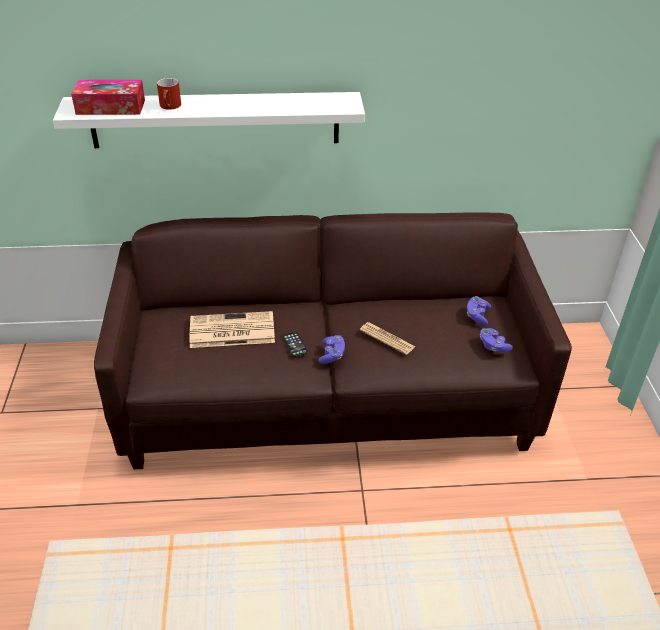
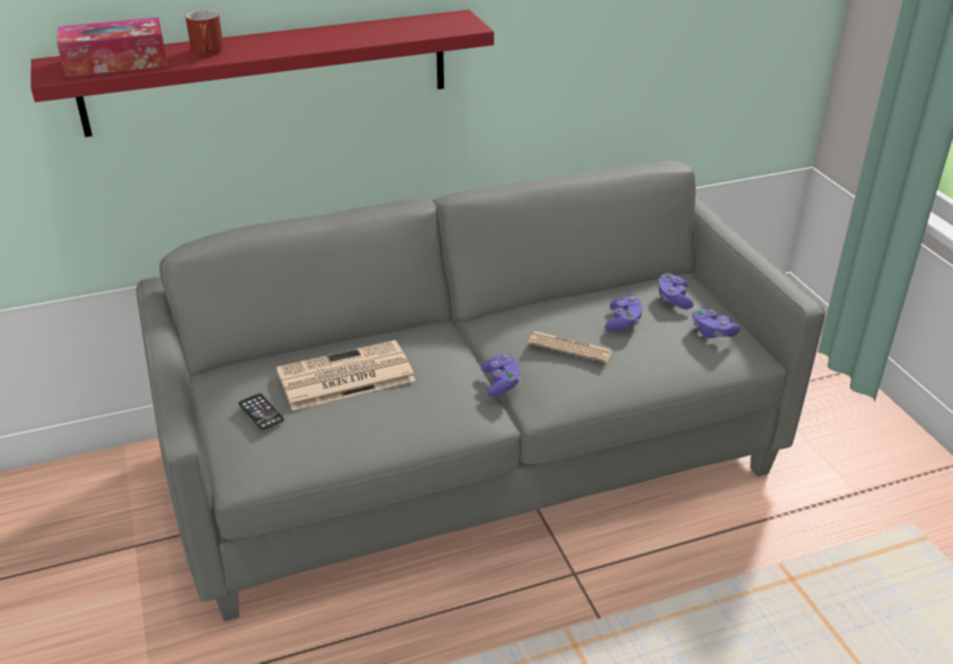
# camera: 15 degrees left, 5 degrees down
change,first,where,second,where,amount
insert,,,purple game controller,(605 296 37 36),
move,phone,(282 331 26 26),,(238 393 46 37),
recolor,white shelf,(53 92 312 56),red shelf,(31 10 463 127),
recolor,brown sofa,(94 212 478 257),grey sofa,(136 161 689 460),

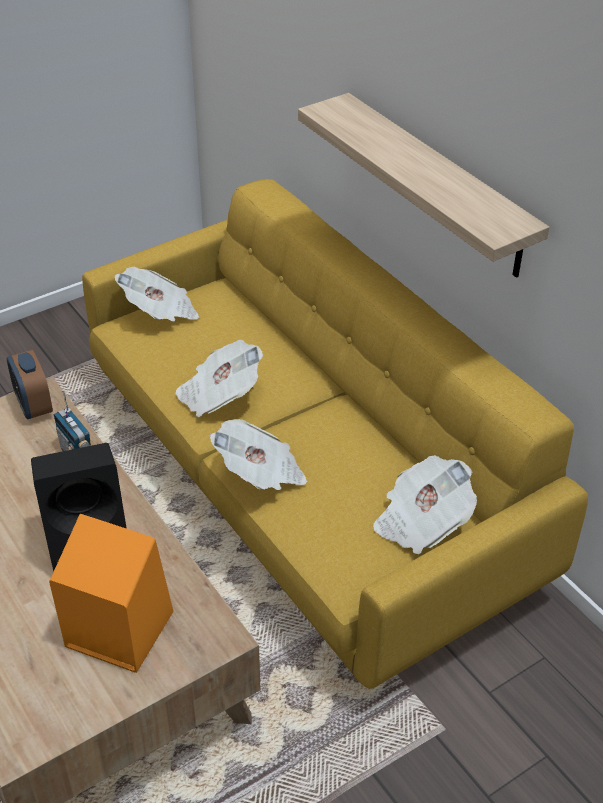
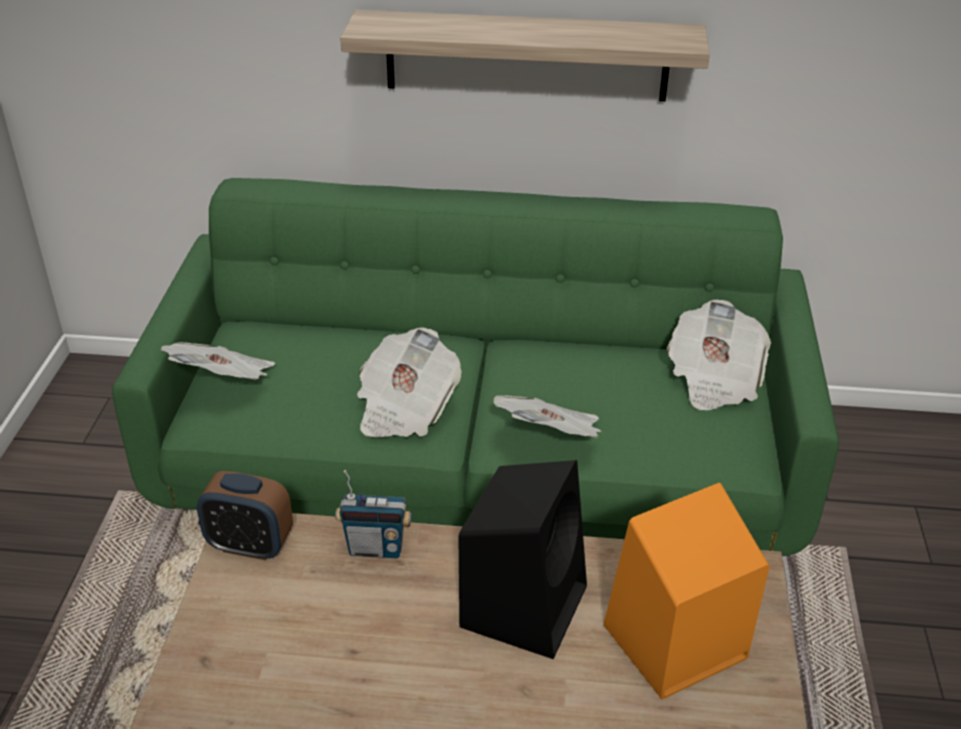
# camera: 50 degrees left, 5 degrees down
change,first,where,second,where,amount
recolor,yellow sofa,(82 179 506 510),green sofa,(112 178 727 378),

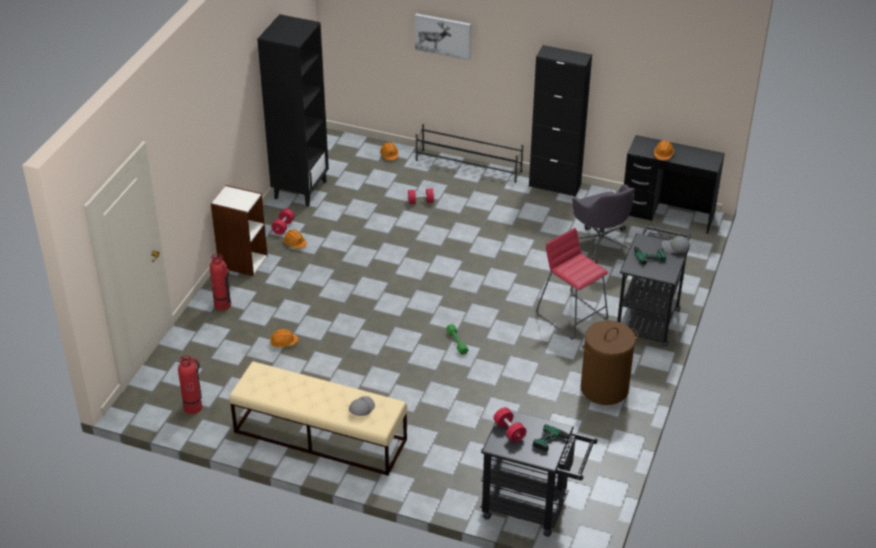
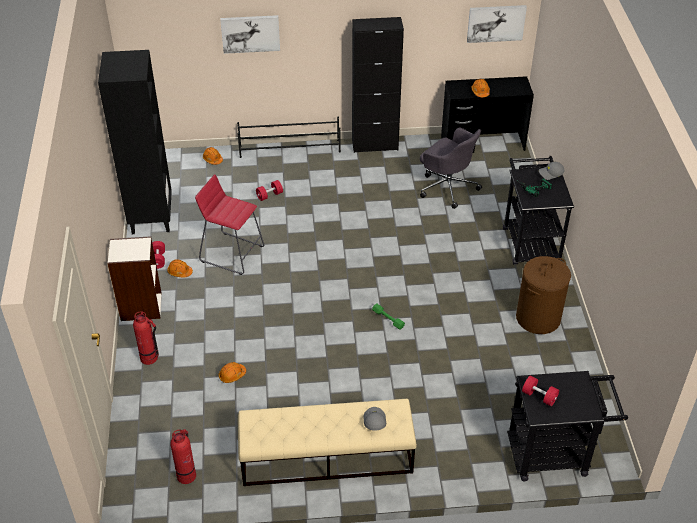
# camera: 25 degrees left, 5 degrees up
change,first,where,second,where,amount
delete,power drill,(533 424 43 27),,,
insert,,,picture,(467 5 60 38),
move,red stool,(536 228 72 112),,(195 174 69 101),

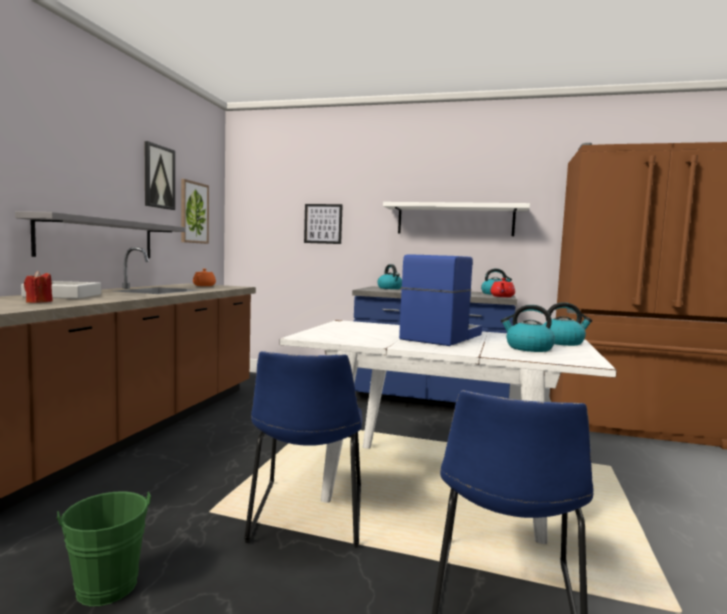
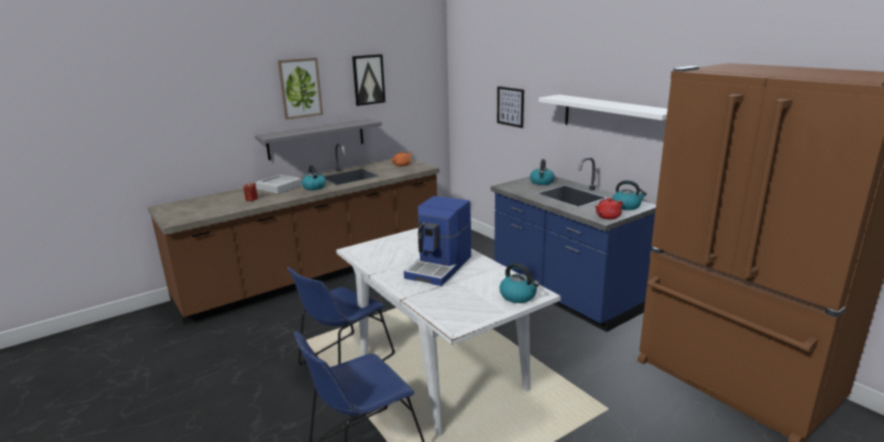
# camera: 40 degrees right, 15 degrees up
change,first,where,second,where,amount
delete,green bucket,(57 491 94 115),,,
move,picture,(181 179 28 65),,(277 58 46 62),
move,kettle,(501 305 54 47),,(302 165 24 25),
rotate,coffee machine,(399 254 83 92),,(404 196 67 90),135 degrees clockwise

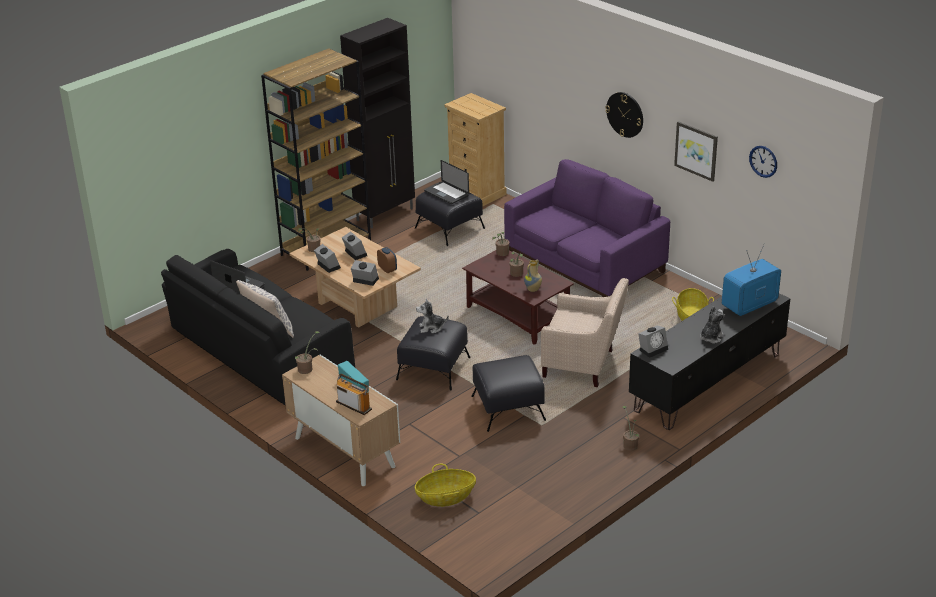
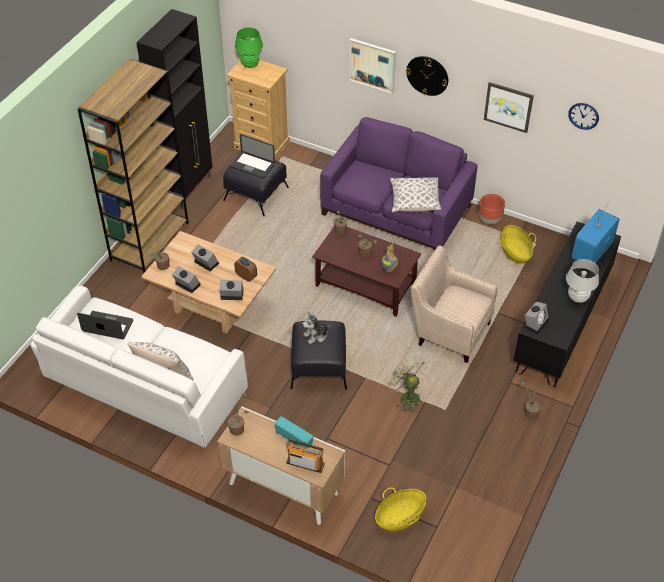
# camera: 20 degrees left, 15 degrees up
change,first,where,second,where,amount
insert,,,green table lamp,(235 27 28 41),
insert,,,picture,(349 38 47 56),
insert,,,pillow,(390 178 51 35),
insert,,,brown planter,(479 194 26 31),
replace,black ottoman,(471 355 75 77),green fan,(386 358 41 55),
replace,plush toy,(700 306 25 38),white table lamp,(566 259 33 44),
recolor,black sofa,(161 249 194 156),white sofa,(31 285 217 162),
rotate,beige armchair,(541 278 88 109),,(411 246 86 117),150 degrees counterclockwise

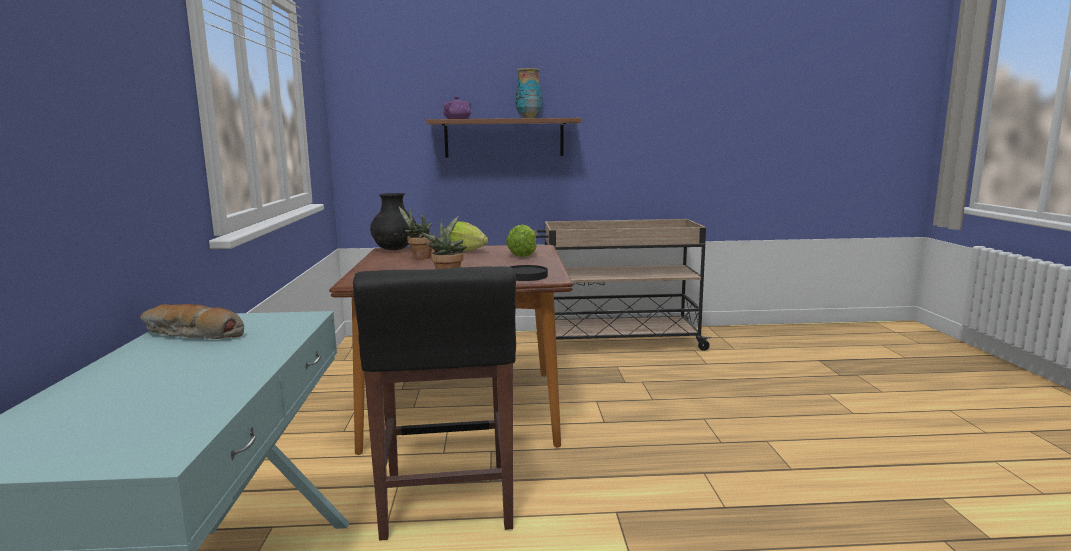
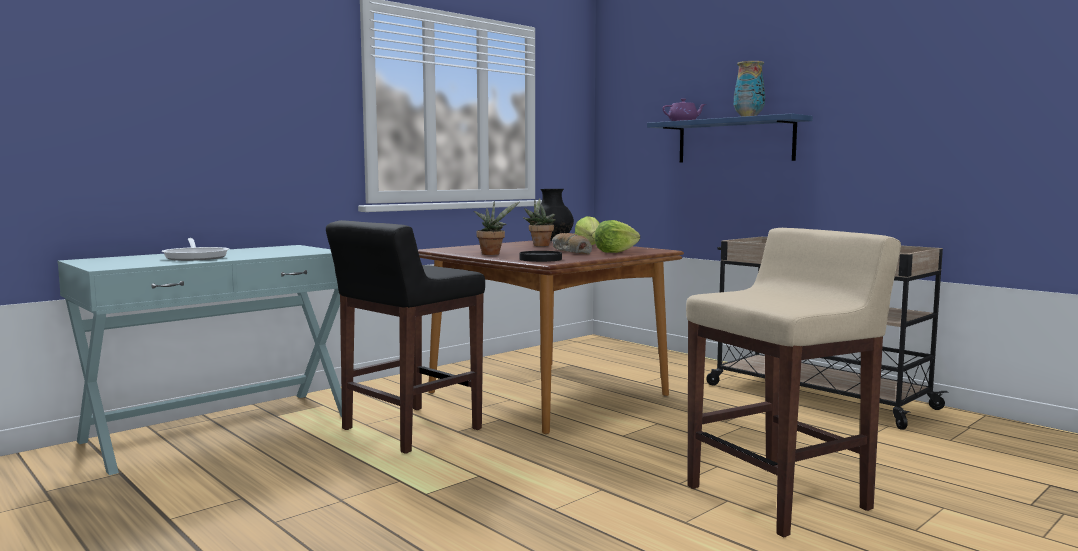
# camera: 50 degrees right, 5 degrees down
change,first,where,second,where,amount
insert,,,frying pan,(161 238 68 23),
insert,,,beige stool,(686 228 215 309),
move,bread,(140 304 104 35),,(552 233 40 21),
recolor,brown shelf,(426 118 155 39),blue shelf,(647 113 166 50),

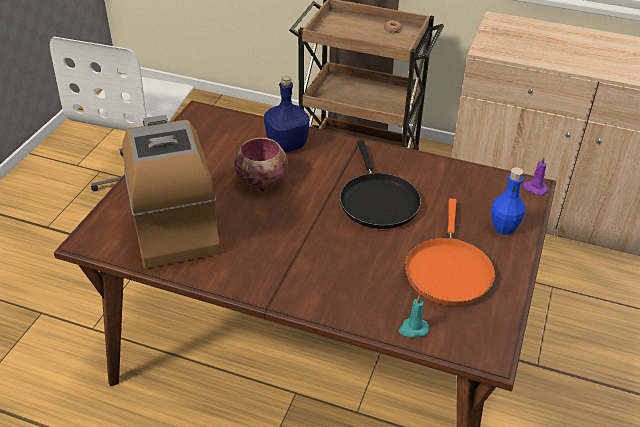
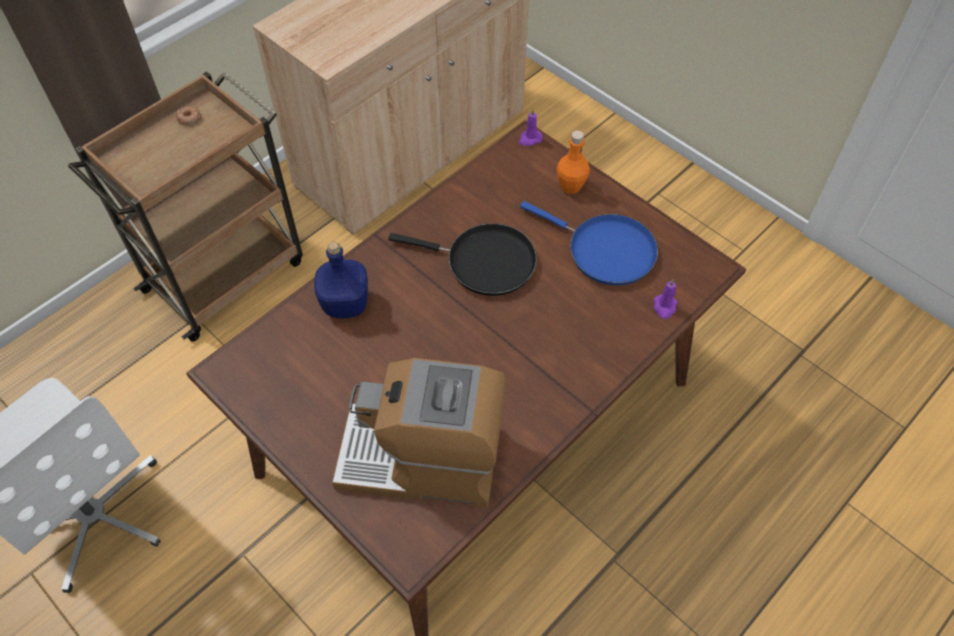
# camera: 65 degrees left, 15 degrees up
change,first,where,second,where,amount
delete,bowl,(234 138 54 53),,,
recolor,turquoise candle,(399 295 30 43),purple candle,(654 279 24 40),
recolor,orange frying pan,(405 198 90 107),blue frying pan,(520 201 138 84),
recolor,blue bottle,(491 168 34 67),orange bottle,(557 130 33 64),

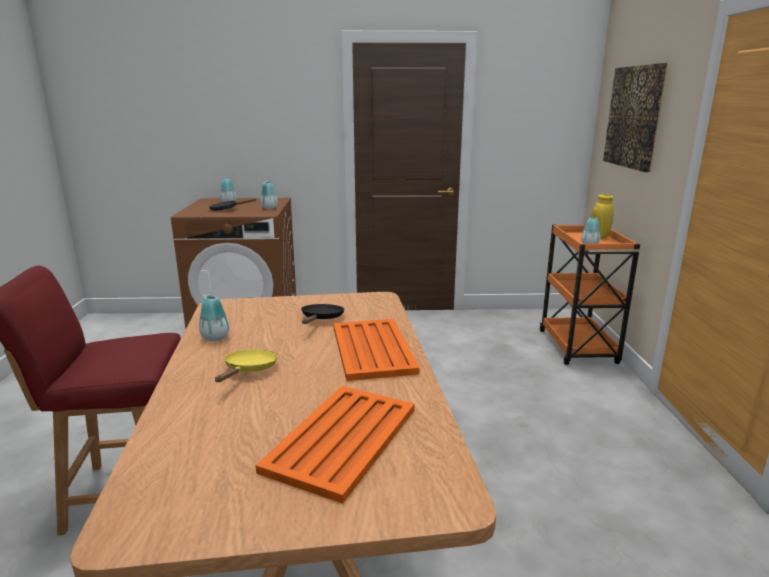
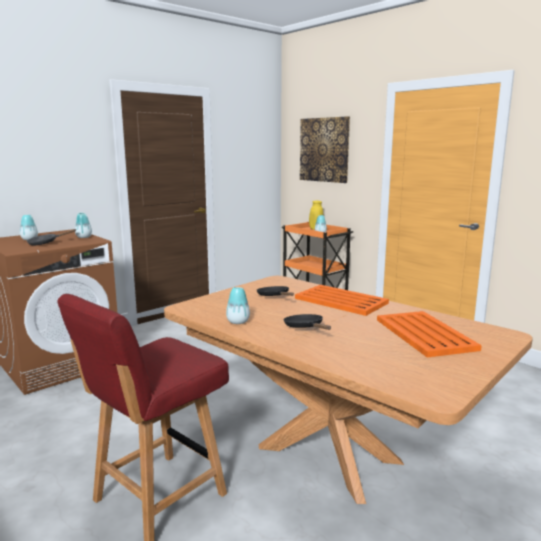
# camera: 40 degrees left, 5 degrees down
change,first,where,second,where,amount
recolor,yellow frying pan,(215 349 63 33),black frying pan,(284 314 47 16),

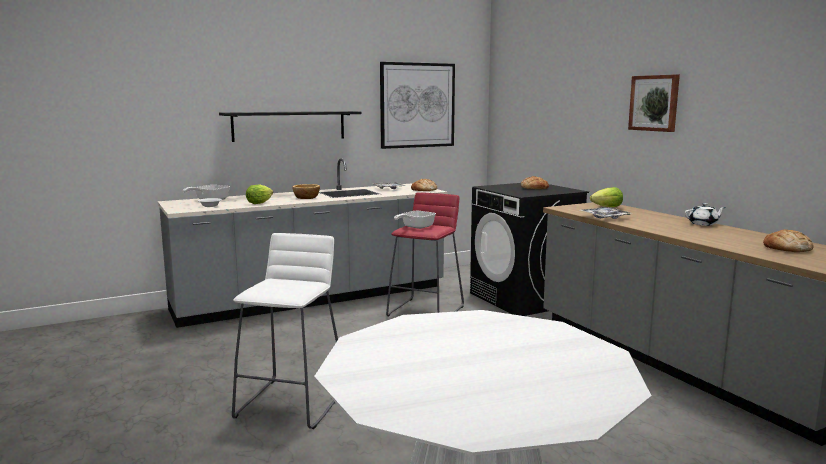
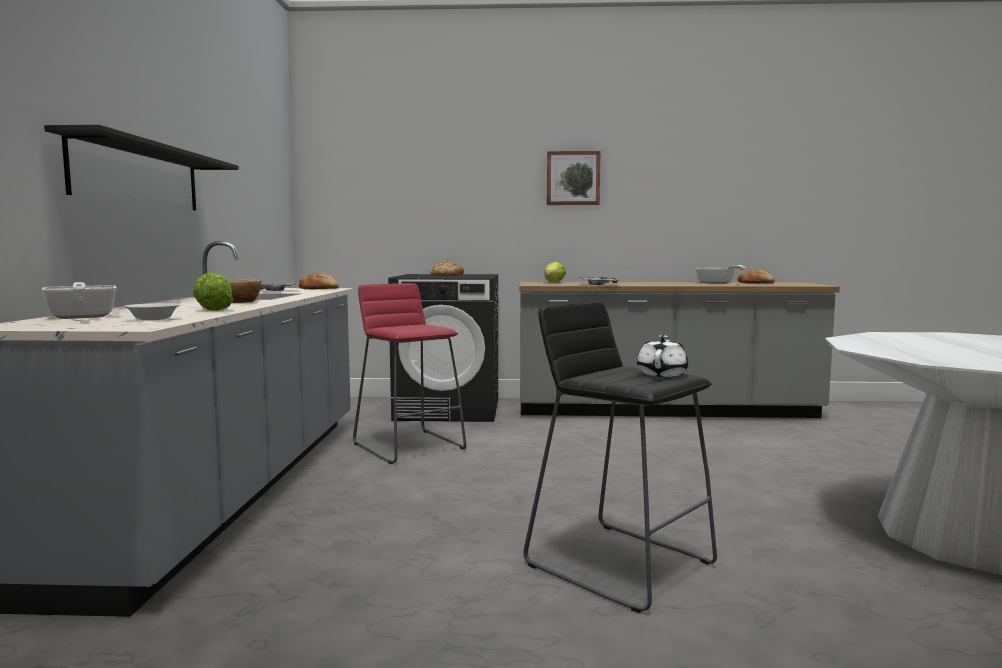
# camera: 60 degrees left, 5 degrees down
change,first,where,second,where,amount
delete,picture,(380 62 75 87),,,
move,frying pan,(394 211 42 18),,(695 265 51 19),
move,white teapot,(685 203 41 23),,(637 335 51 42),
recolor,white stool,(232 233 106 196),black stool,(523 302 194 311),

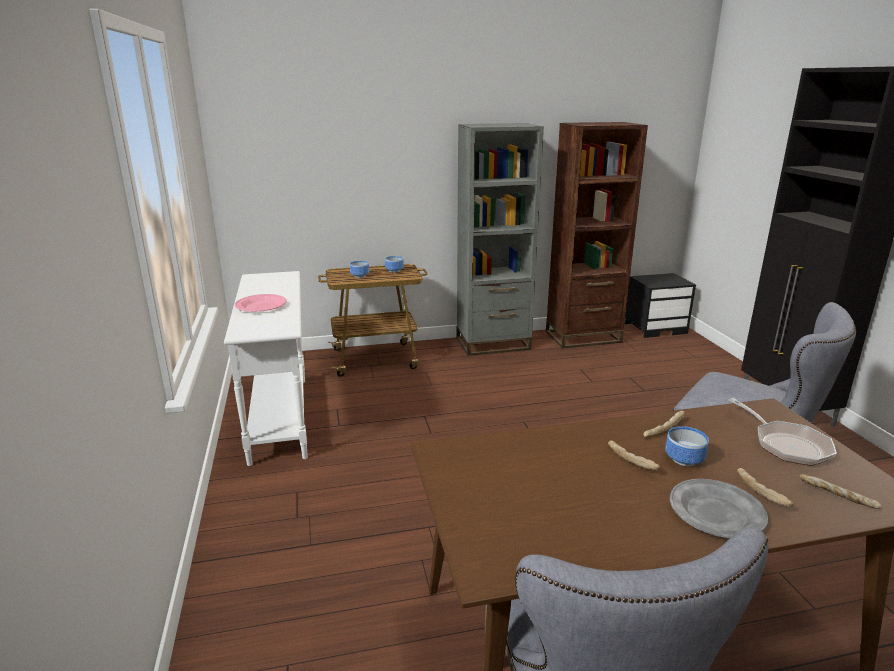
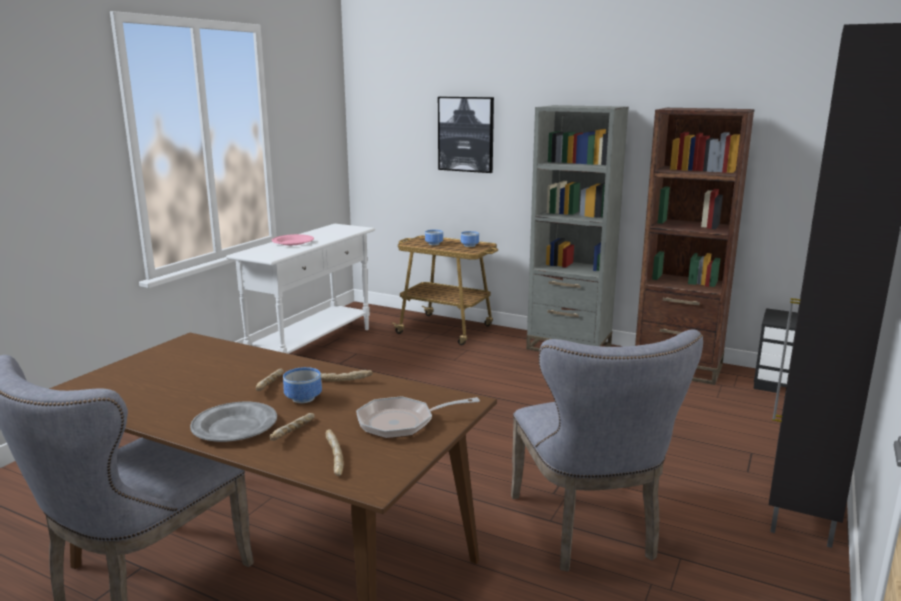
# camera: 40 degrees right, 5 degrees down
change,first,where,second,where,amount
insert,,,picture,(438 97 56 76),
rotate,frying pan,(728 398 109 68),,(356 396 124 43),60 degrees clockwise

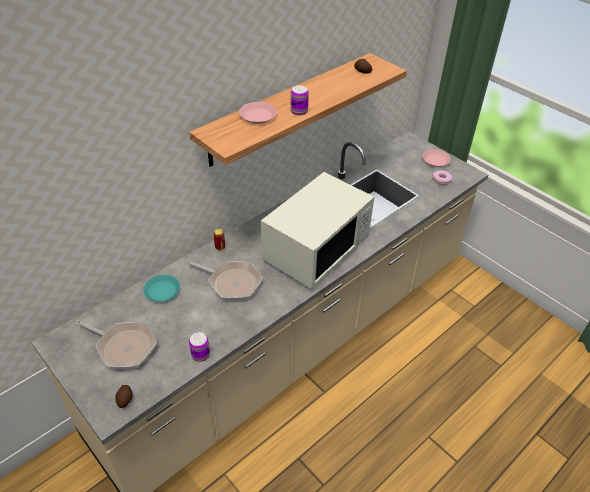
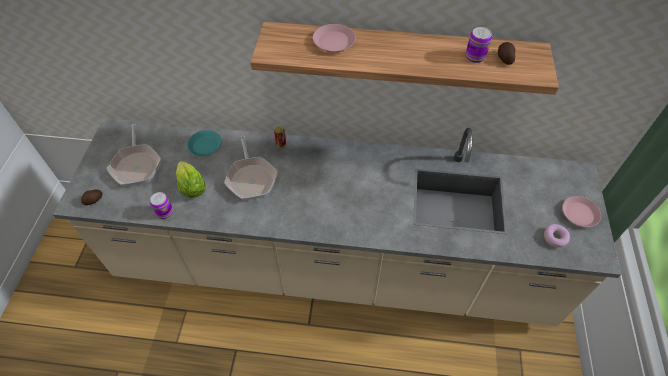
# camera: 50 degrees right, 10 degrees up
change,first,where,second,where,amount
delete,white microwave,(261 172 113 117),,,
insert,,,lettuce,(176 161 30 37),
move,can,(291 85 18 31),,(465 27 27 36),

